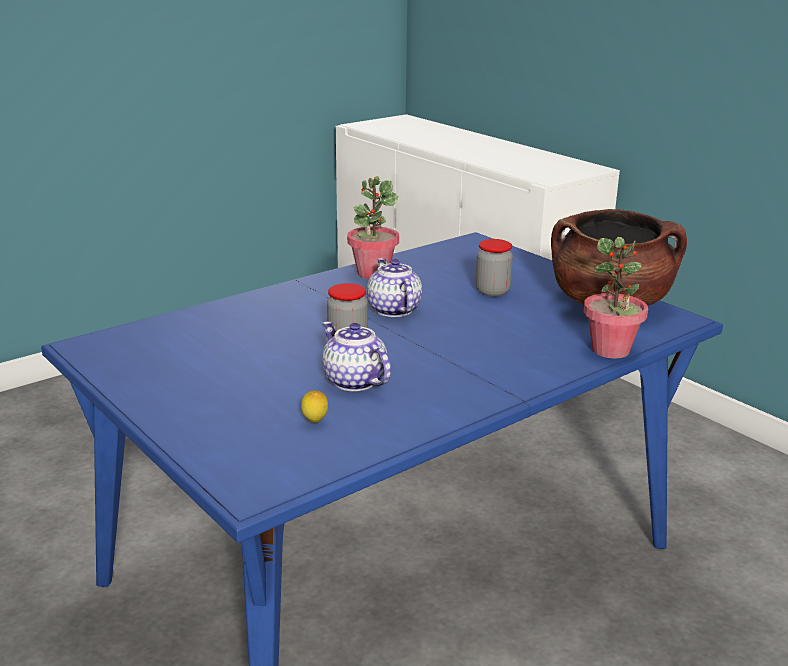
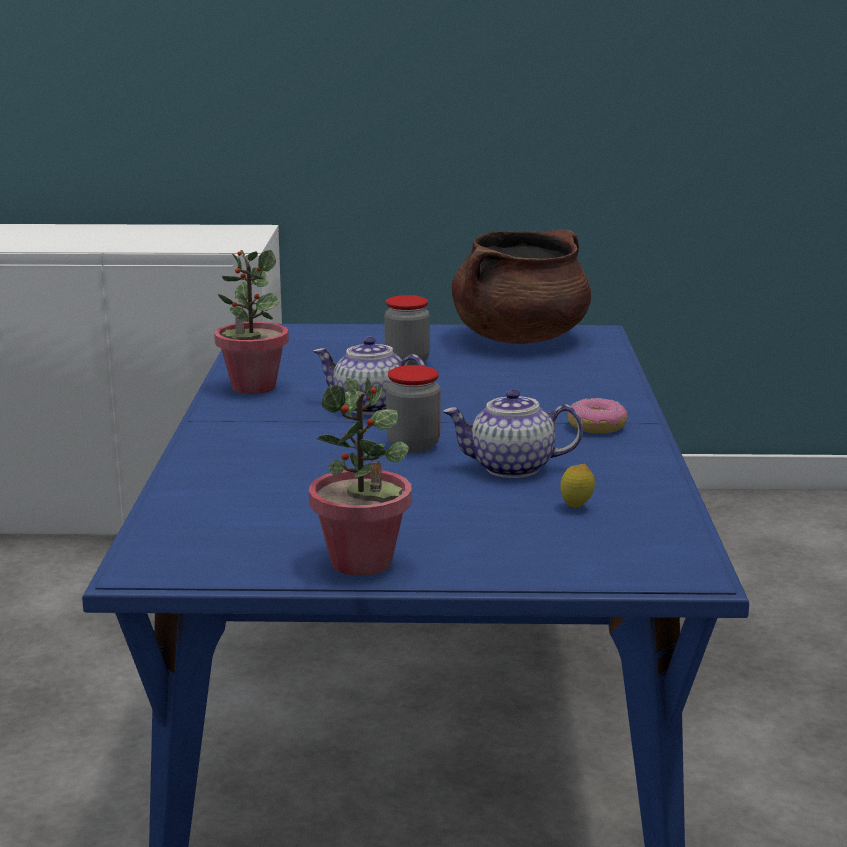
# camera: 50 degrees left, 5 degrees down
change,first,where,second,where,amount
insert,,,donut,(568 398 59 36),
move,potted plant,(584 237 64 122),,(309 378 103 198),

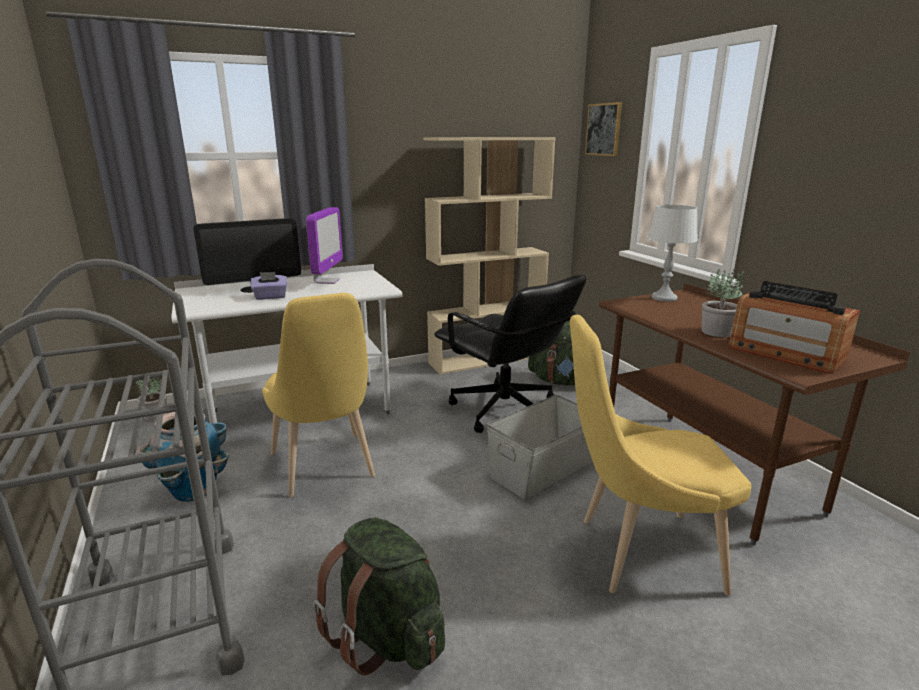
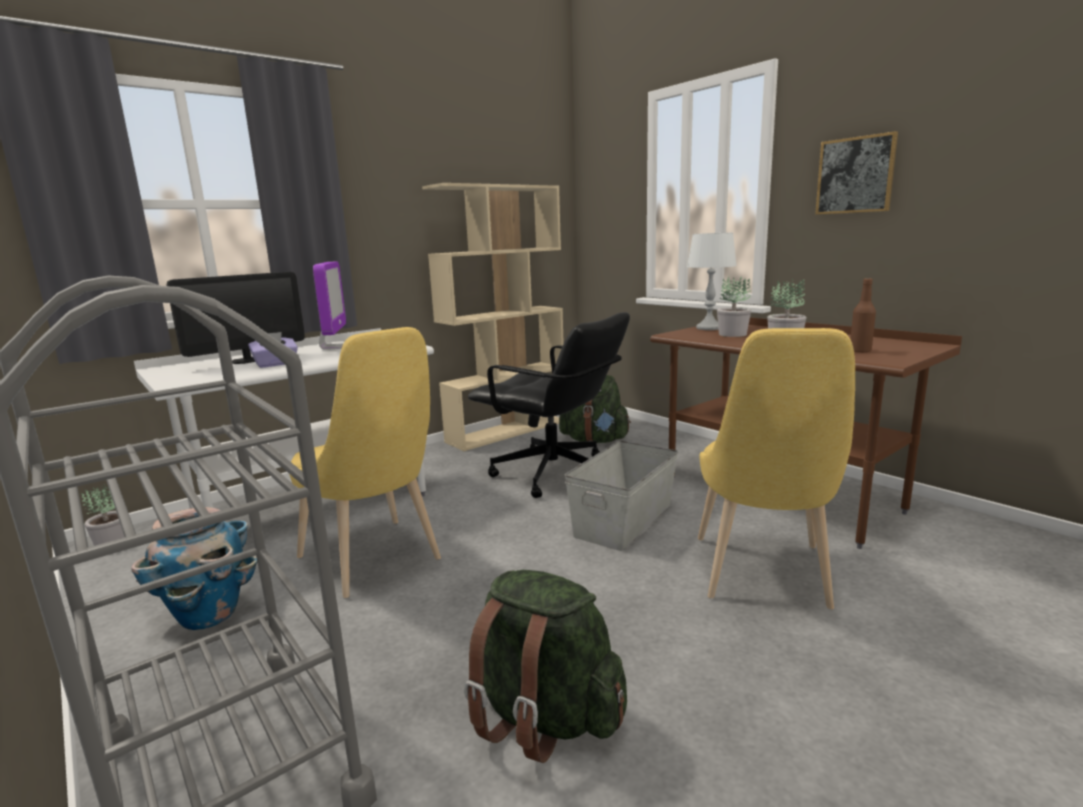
# camera: 15 degrees left, 5 degrees down
change,first,where,second,where,amount
insert,,,potted plant,(717 276 34 61),
move,picture,(585 102 37 54),,(815 131 83 84),
replace,radio,(729 281 131 93),brown bottle,(850 278 26 75),
rotate,yellow chair,(570 315 182 280),,(698 328 157 281),60 degrees counterclockwise

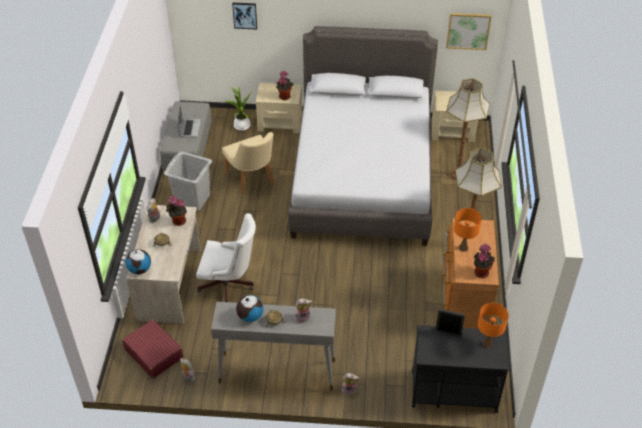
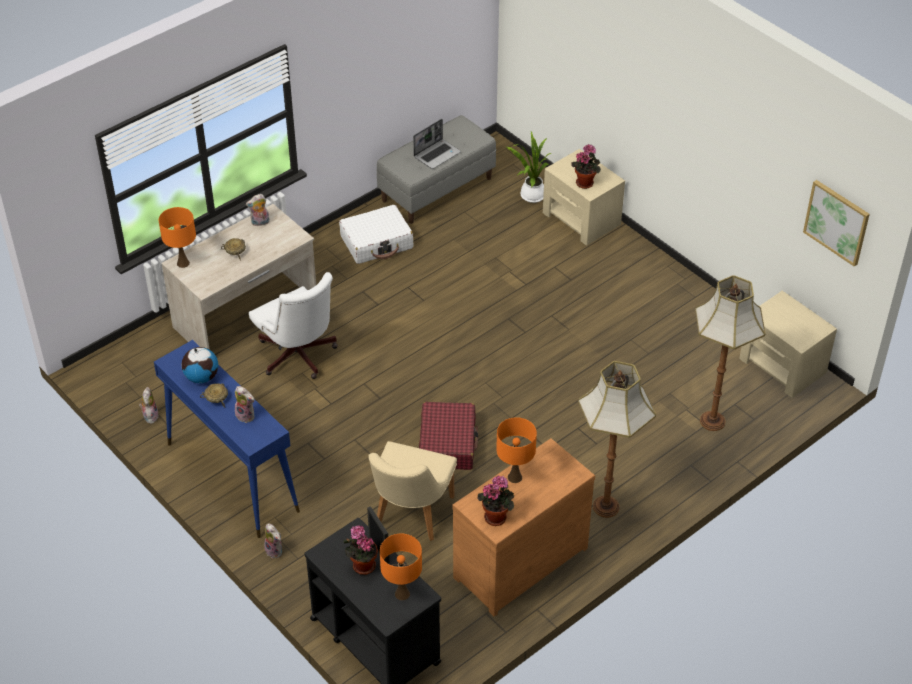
# camera: 45 degrees right, 0 degrees up
change,first,where,second,where,amount
delete,picture,(232 3 25 26),,,
delete,grey bed,(288 26 150 220),,,
move,red suitcase,(122 319 61 59),,(419 402 59 68),
move,potted plant,(166 196 21 30),,(343 525 35 50),
move,beige chair,(222 132 52 62),,(369 441 88 100),
replace,globe,(126 249 25 25),orange table lamp,(159 207 37 61),
replace,grey laundry basket,(164 152 48 59),white suitcase,(339 205 74 59),
recolor,grey console table,(211 302 125 89),blue console table,(154 340 146 198),

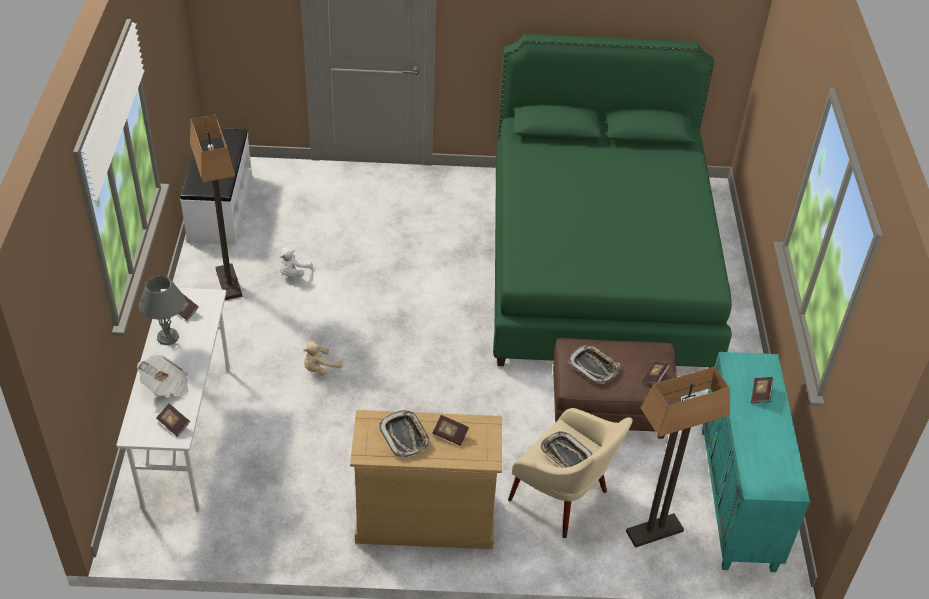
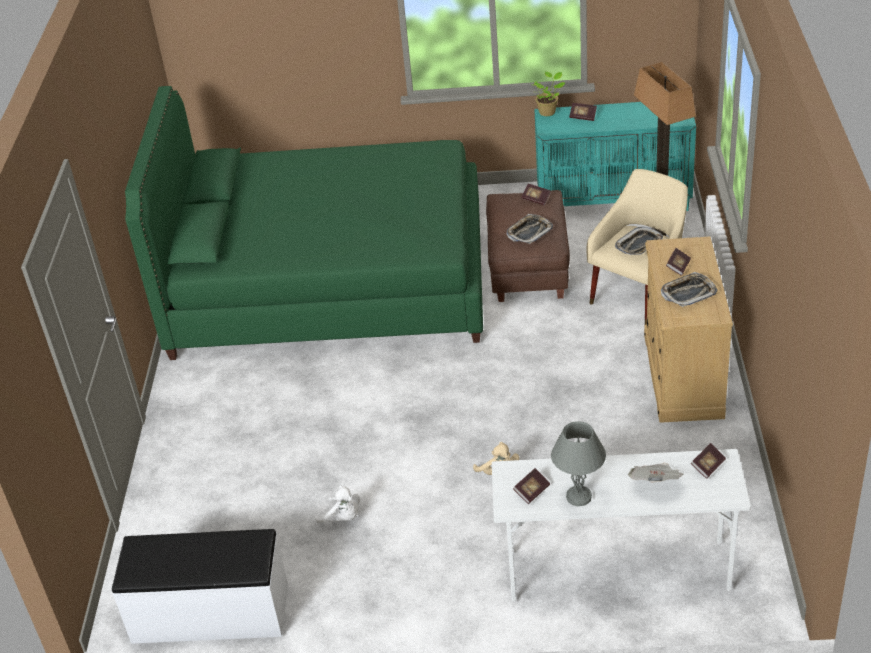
# camera: 85 degrees left, 5 degrees down
change,first,where,second,where,amount
delete,floor lamp,(190 115 52 185),,,
insert,,,potted plant,(531 72 35 44),

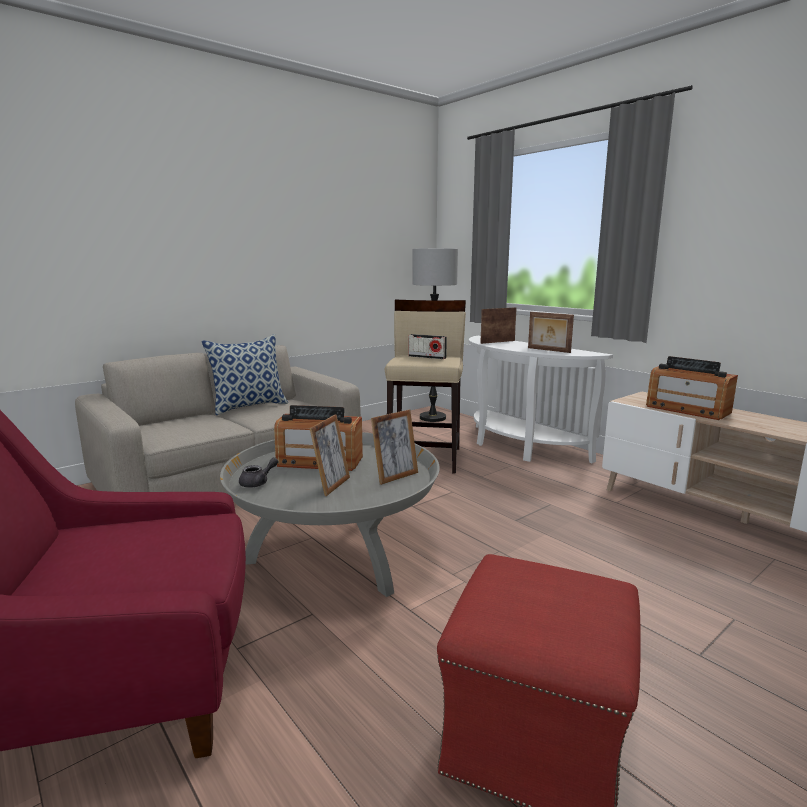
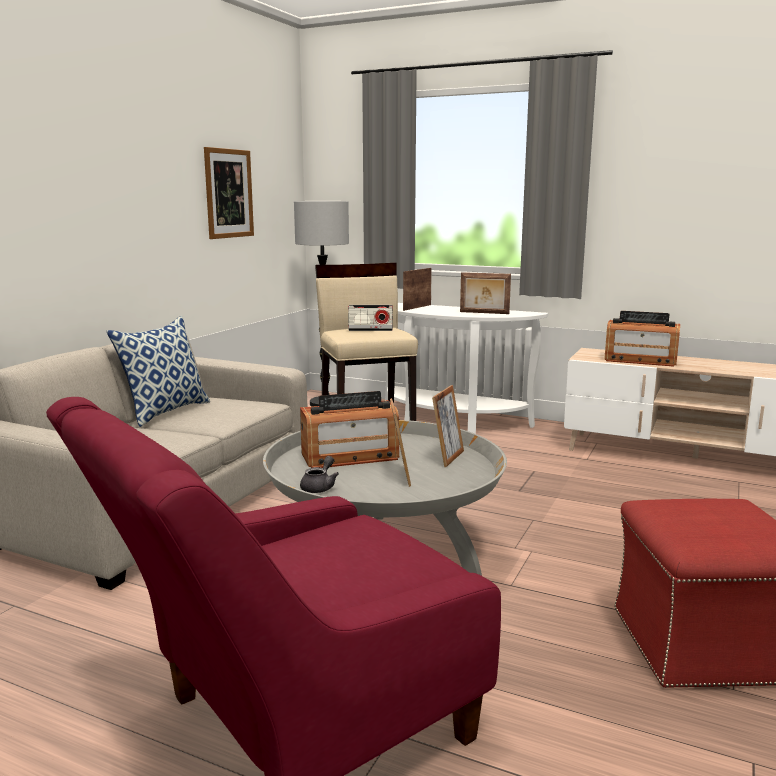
# camera: 25 degrees left, 0 degrees up
change,first,where,second,where,amount
insert,,,picture,(204 147 50 92),

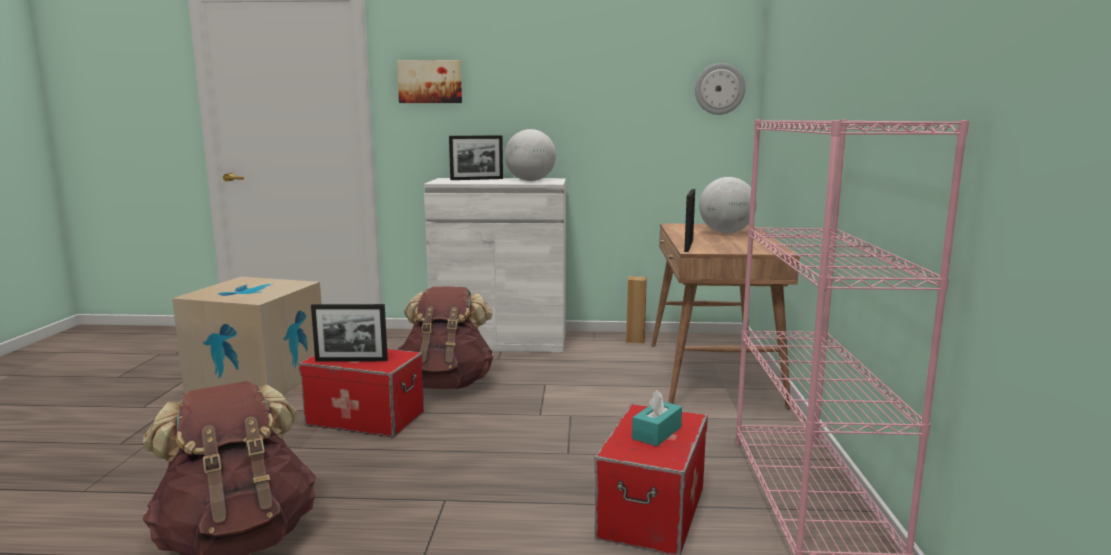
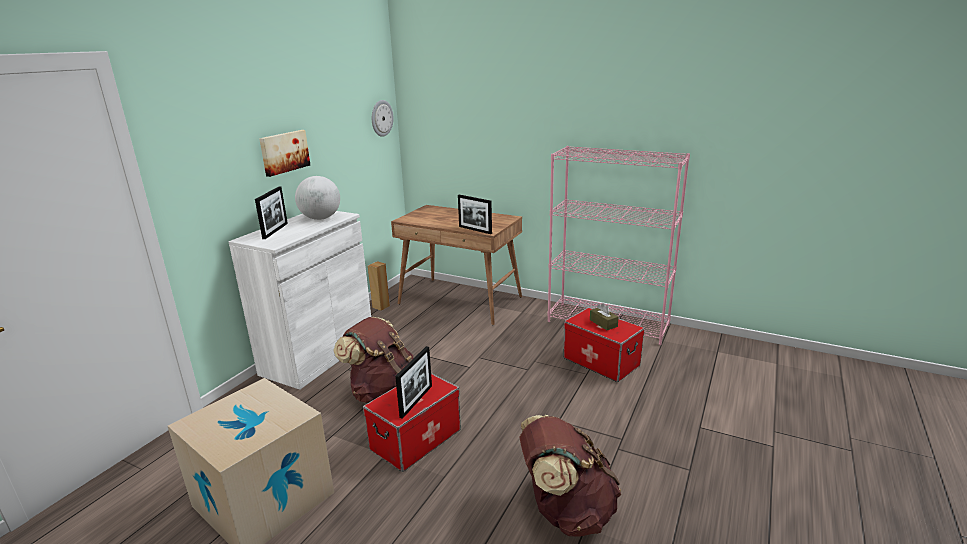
# camera: 65 degrees left, 10 degrees up
change,first,where,second,where,amount
delete,globe,(699 177 58 56),,,
move,picture,(397 60 65 43),,(259 130 51 47),
recolor,turquoise tissue box,(632 390 50 56),brown tissue box,(590 303 29 27),

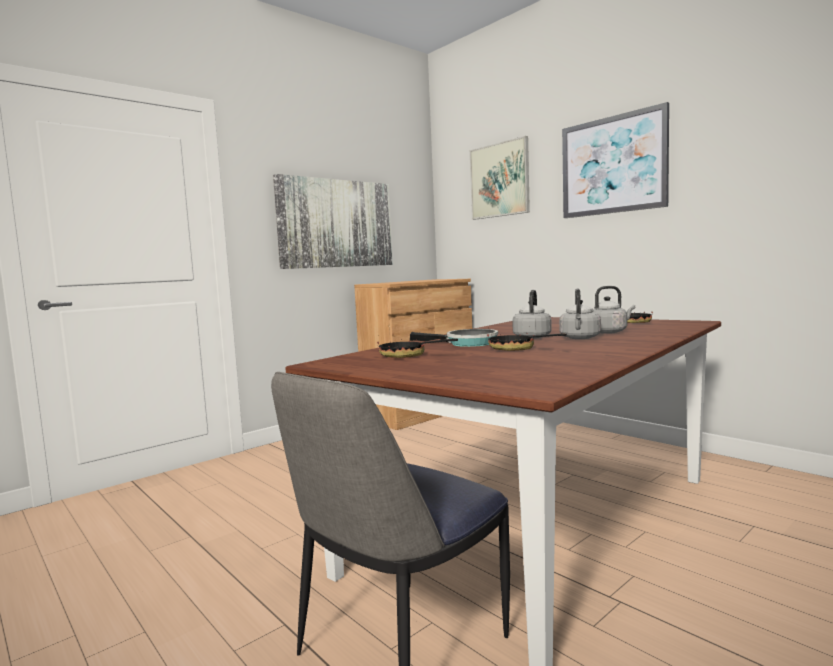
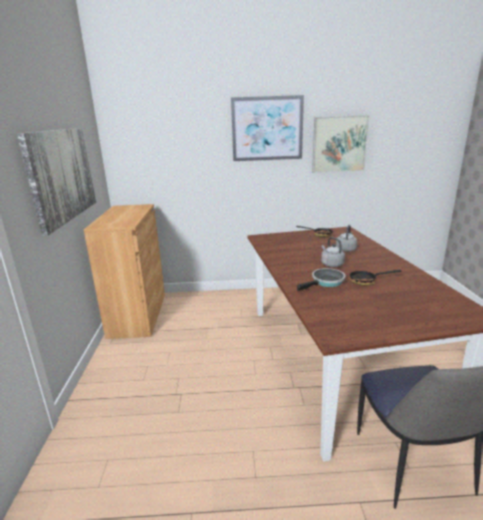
# camera: 50 degrees left, 15 degrees up
change,first,where,second,where,amount
delete,frying pan,(377 338 81 20),,,
delete,grey kettle,(559 288 42 51),,,
move,picture,(470 136 60 84),,(312 115 57 58),

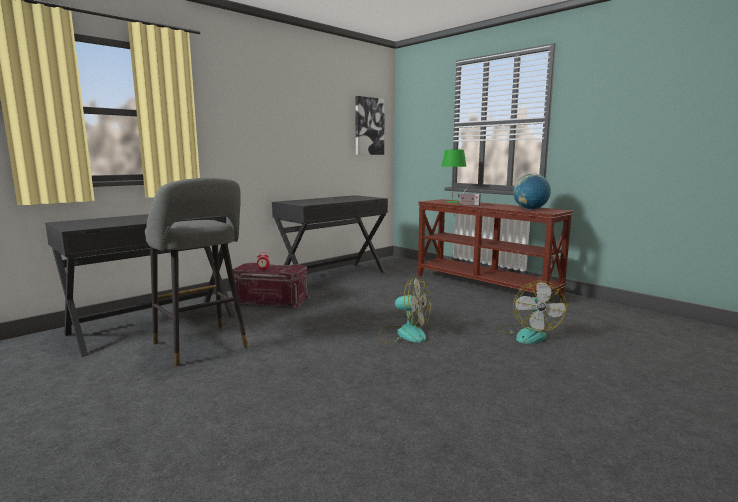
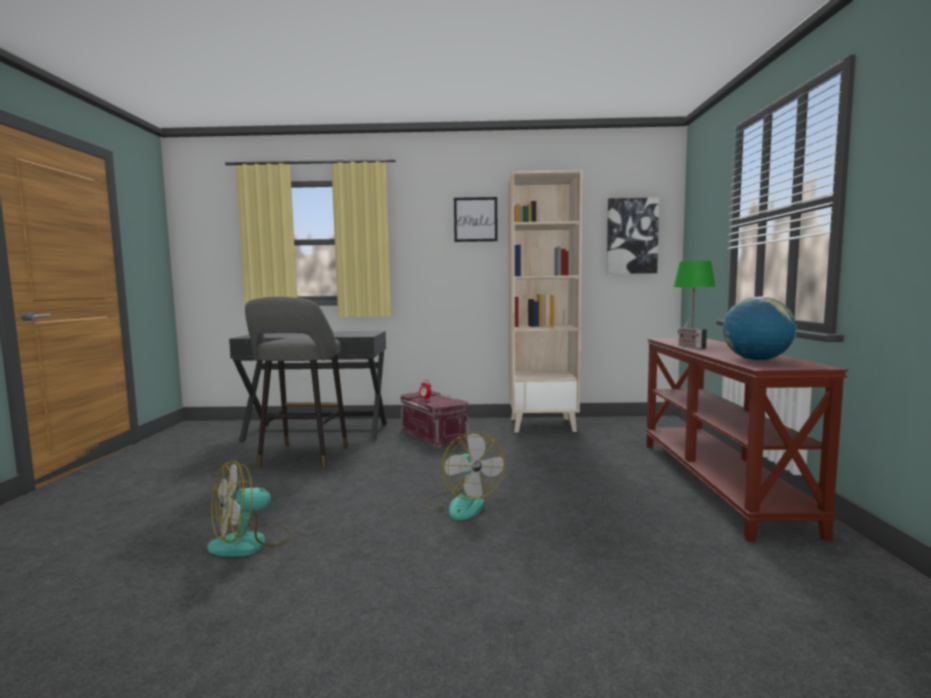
# camera: 45 degrees right, 5 degrees down
change,first,where,second,where,amount
insert,,,picture,(454 197 44 45),
move,fan,(498 281 69 63),,(207 460 86 97),
replace,black desk,(272 195 116 97),beige bookcase,(508 170 75 263),

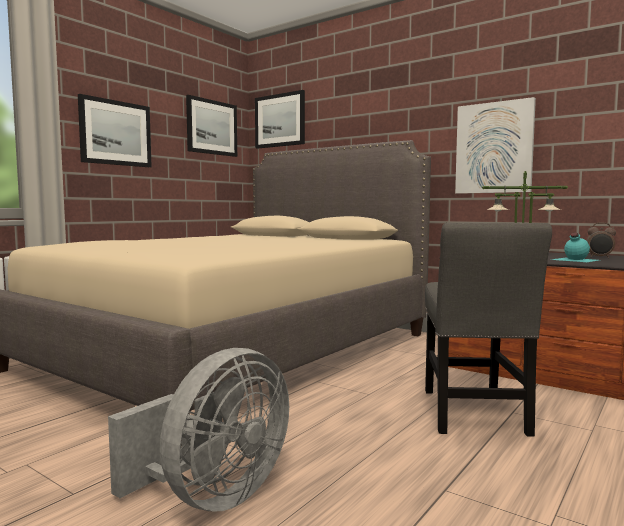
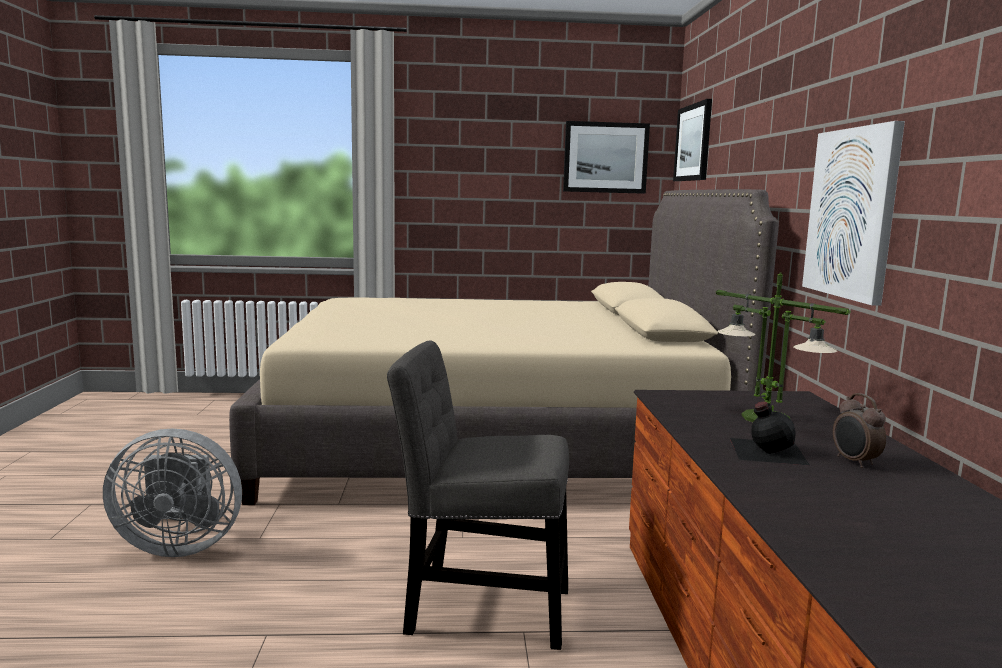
# camera: 50 degrees right, 5 degrees up
change,first,where,second,where,amount
delete,picture,(78 94 74 73),,,
recolor,turquoise bottle,(551 232 48 30),black bottle,(730 401 80 64),
rotate,grey chair,(425 223 127 214),,(387 340 182 310),45 degrees clockwise

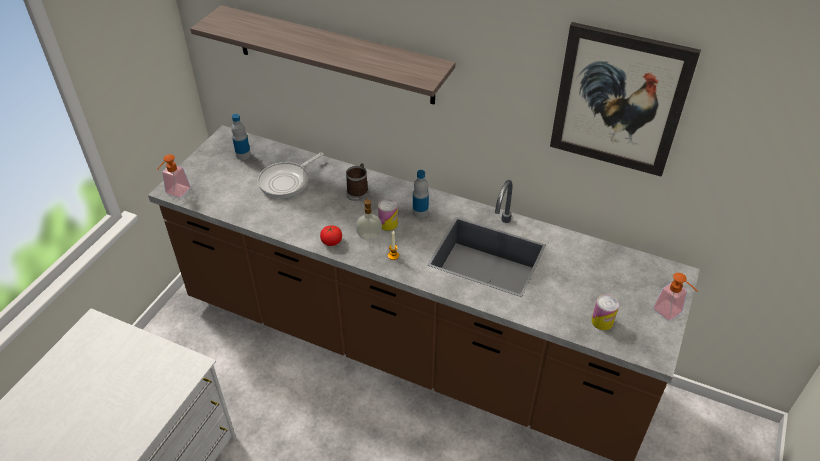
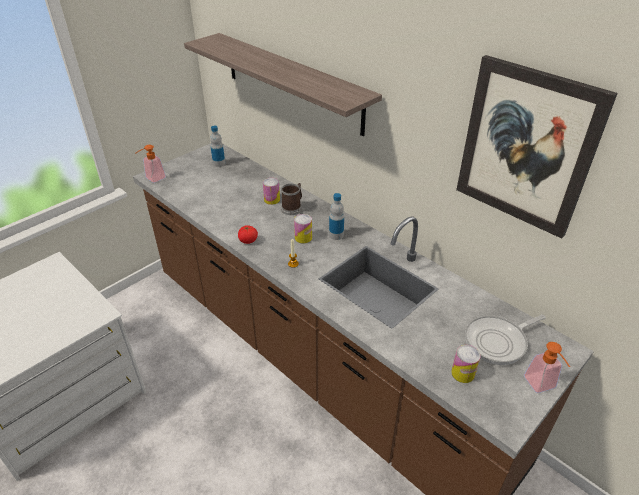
# camera: 20 degrees right, 5 degrees down
change,first,where,second,where,amount
delete,soap dispenser,(356 197 26 43),,,
insert,,,can,(263 178 17 27),
move,frying pan,(258 152 65 46),,(465 315 81 50),

